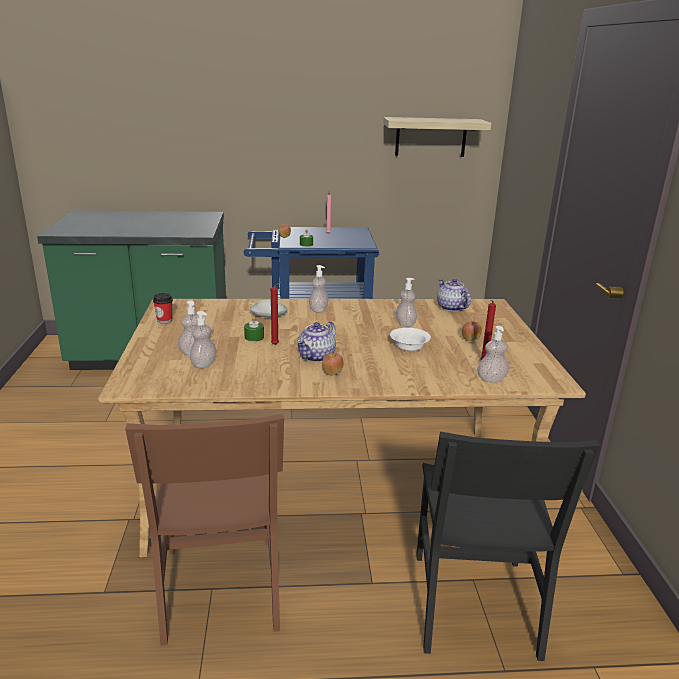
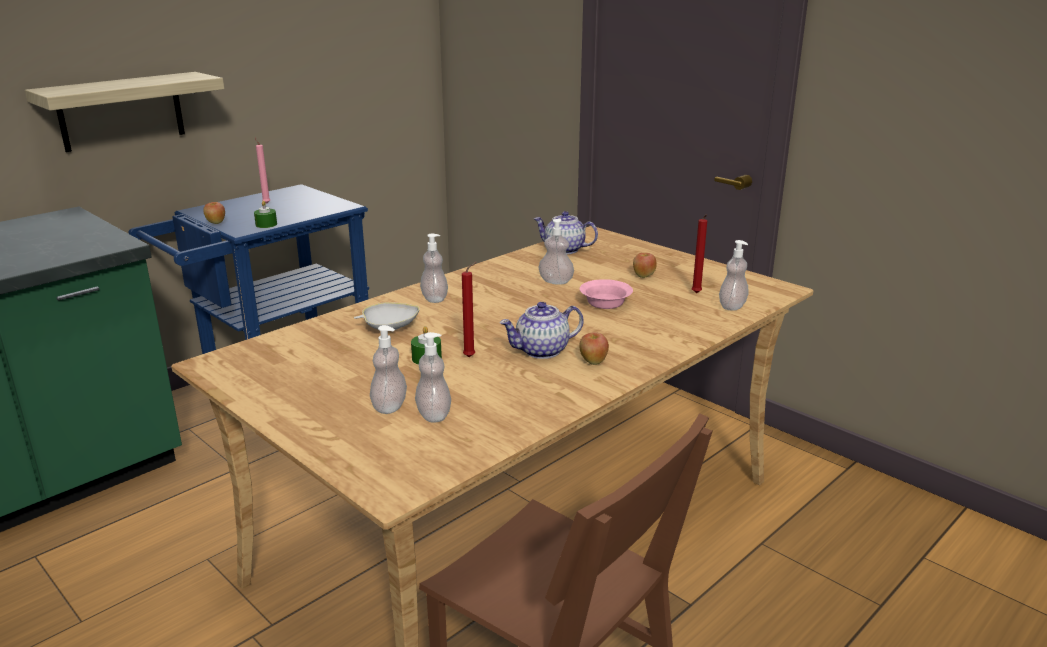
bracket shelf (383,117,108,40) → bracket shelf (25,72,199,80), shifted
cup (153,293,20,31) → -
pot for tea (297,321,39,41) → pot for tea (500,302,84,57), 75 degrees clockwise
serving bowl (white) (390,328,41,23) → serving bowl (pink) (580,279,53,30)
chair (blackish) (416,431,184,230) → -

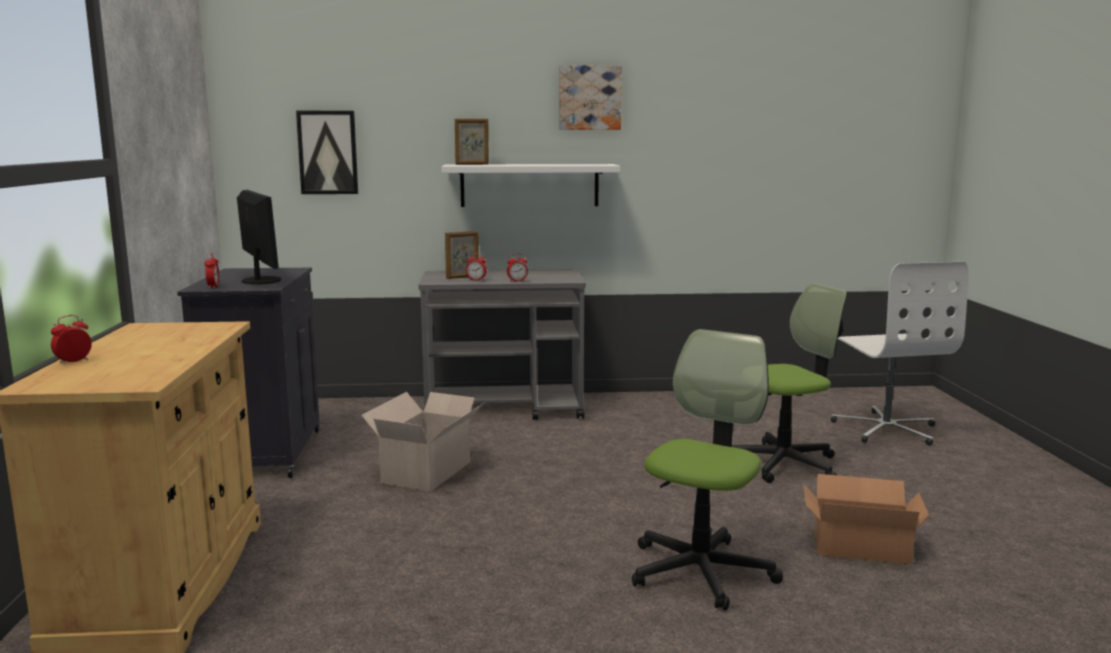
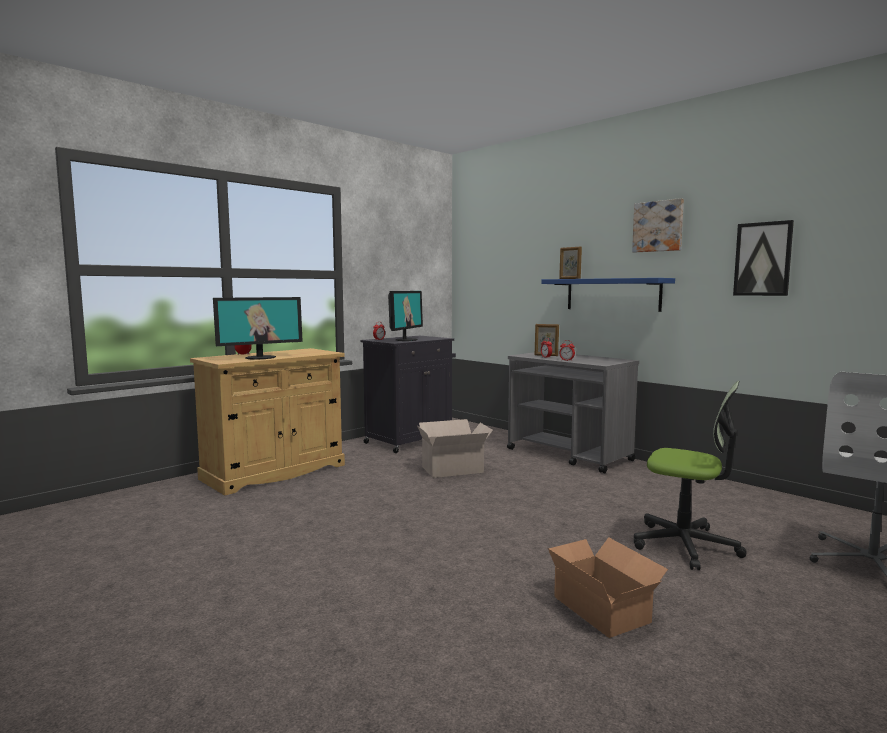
wall art (296,111,62,83) → wall art (733,220,61,76), shifted
bracket shelf (white) (441,164,179,43) → bracket shelf (blue) (541,278,134,34)
computer chair (632,329,151,282) → -
- → computer screen (213,297,90,63)

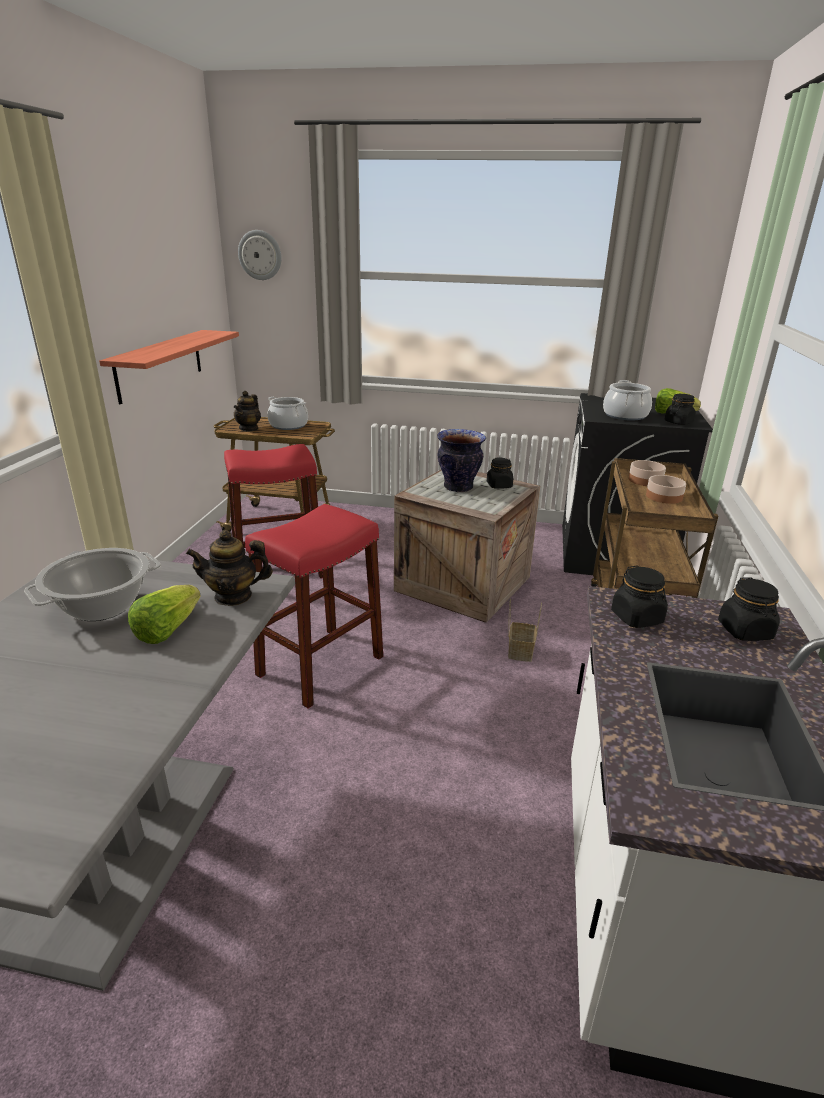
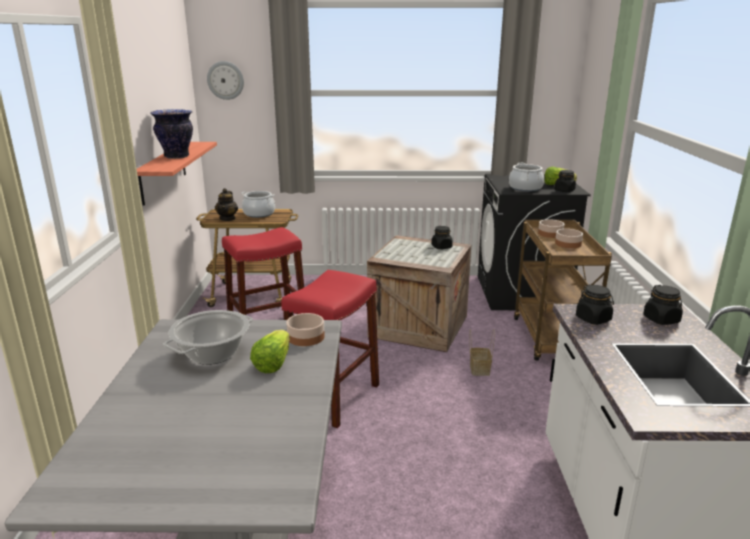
flower vase (437,429,49,63) → flower vase (150,109,43,50), shifted
pot for tea (186,530,87,76) → serving bowl (286,313,39,33)

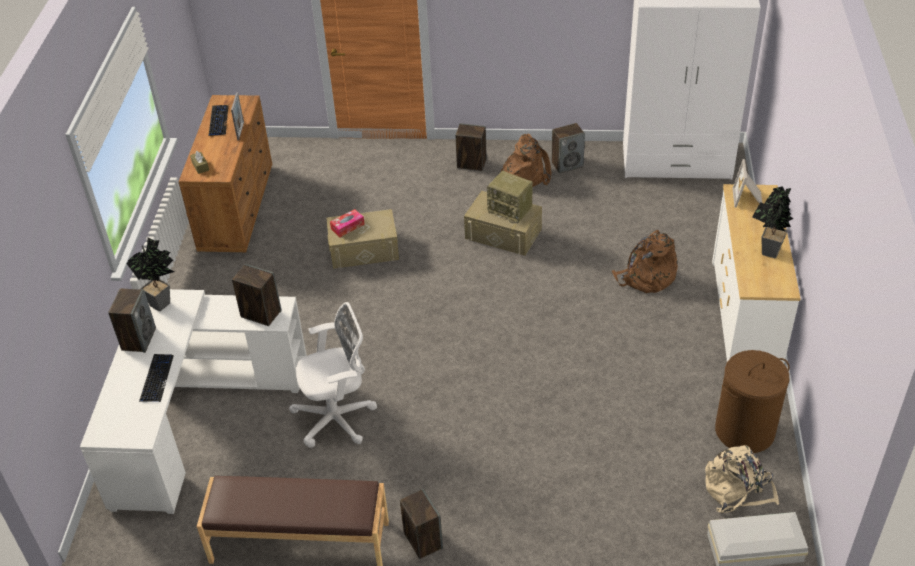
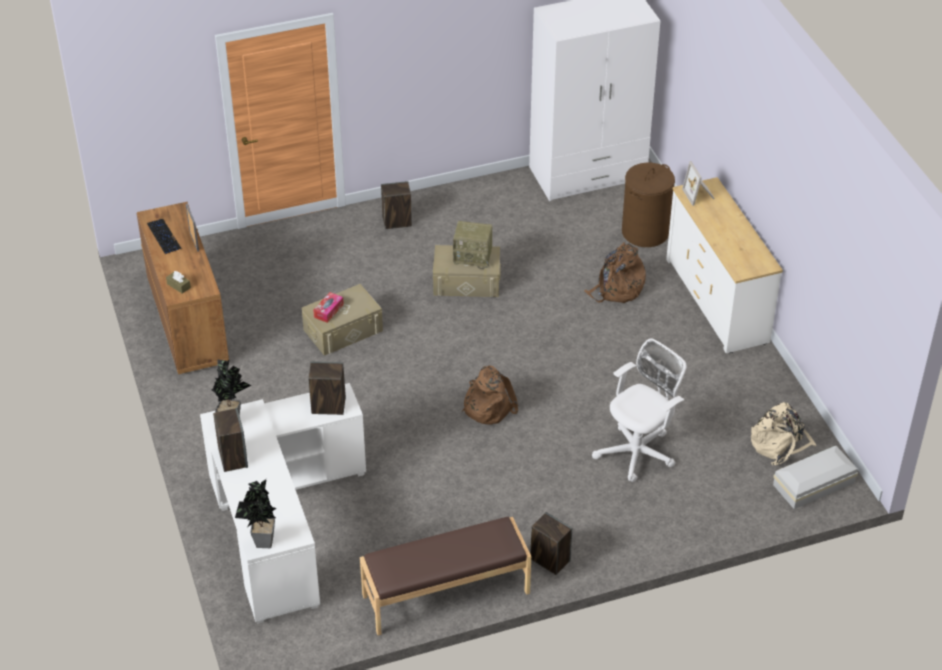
audio speaker (552,123,33,51) → -
knapsack (brown) (500,134,51,53) → knapsack (brown) (462,366,56,58), shifted
houseplant (752,186,41,72) → houseplant (235,479,41,69), shifted
computer chair (white) (289,302,88,146) → computer chair (white) (592,339,95,143), shifted
hamper (brown) (715,350,75,103) → hamper (brown) (622,163,53,84), shifted
keyboard (139,354,35,48) → -

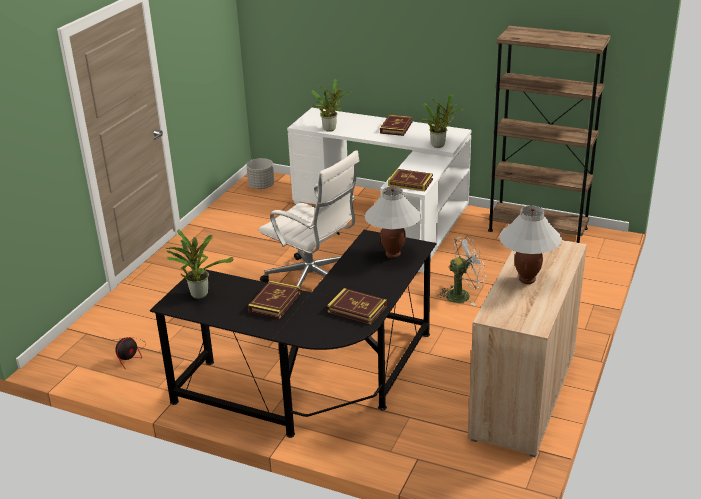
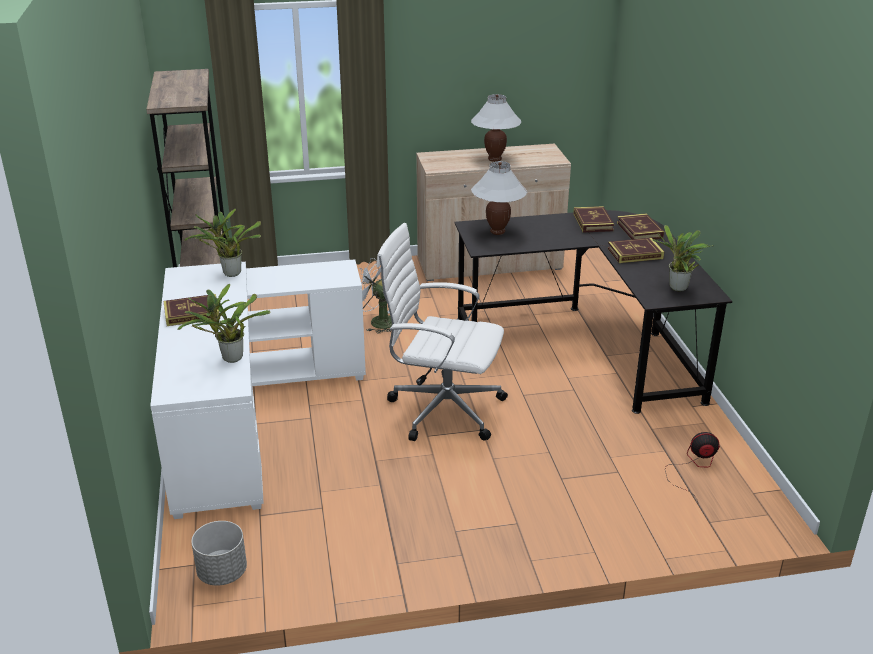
computer chair (white) (259,150,100,137) → computer chair (white) (377,223,131,218), 75 degrees counterclockwise
bound book (388,169,45,22) → bound book (617,213,47,27), shifted

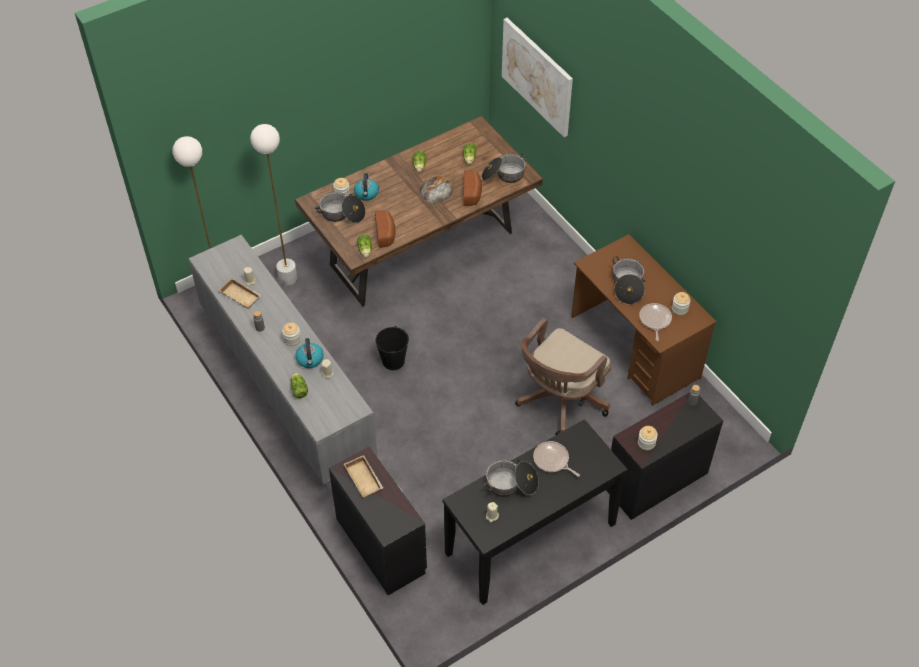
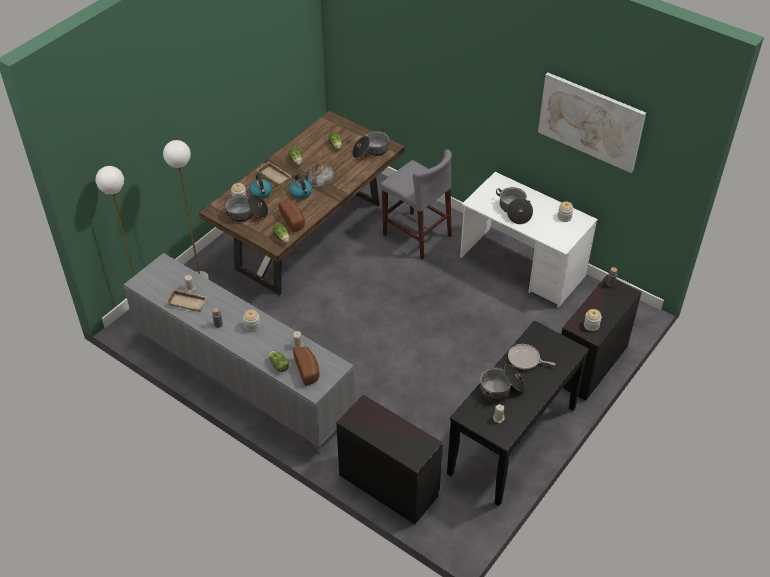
wall art (502,18,71,119) → wall art (538,73,108,100), shifted
bakery bread (463,170,19,36) → bakery bread (293,346,26,40), shifted
desk table (brown) (571,234,146,172) → desk table (white) (460,172,138,136)
frying pan (639,303,33,38) → -
computer chair (brown) (515,318,97,117) → -
pail (blackish) (375,326,34,44) → -
kettle (295,338,29,30) → kettle (289,174,23,25), shifted
tray (beige) (344,455,39,43) → tray (beige) (257,162,35,24), shifted
- → sitting stool (grey) (380,149,72,111)

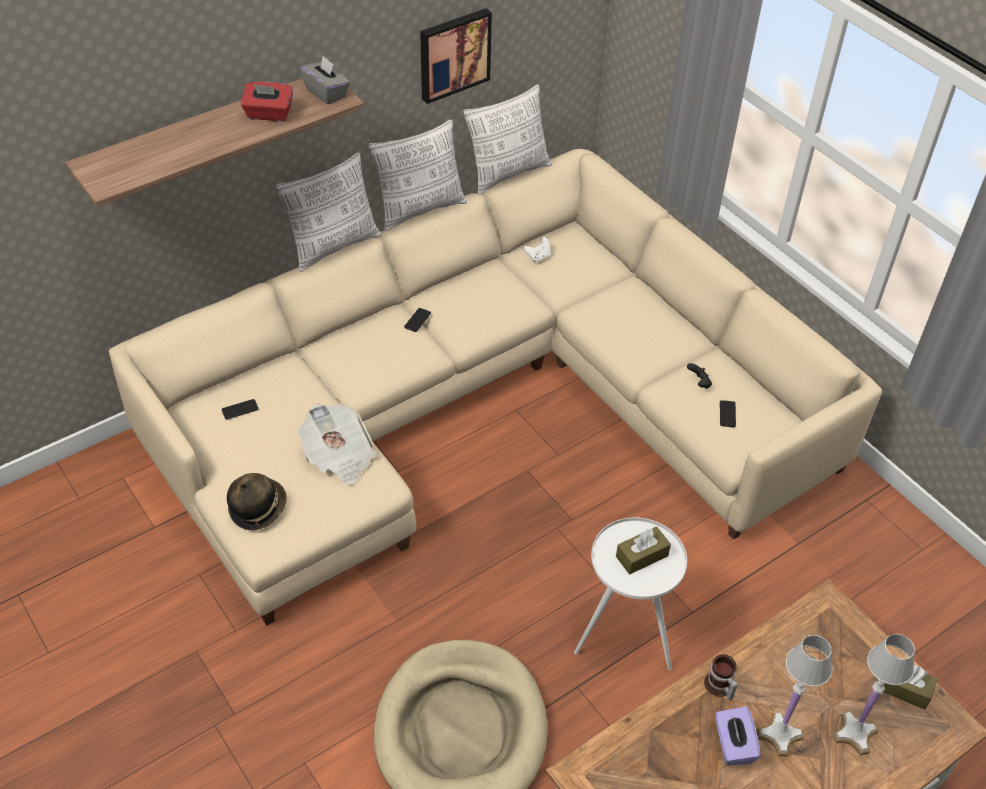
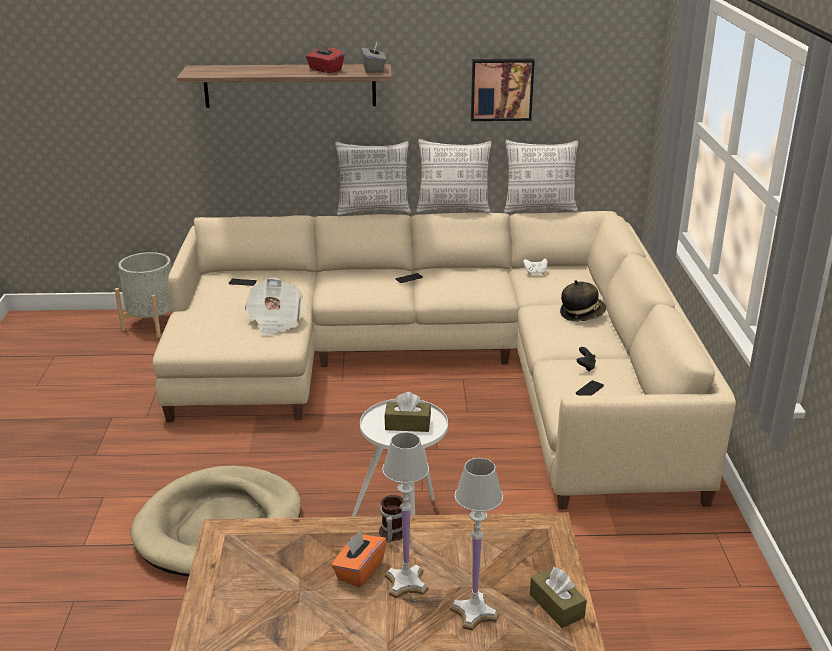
clothing hat (227,473,60,58) → clothing hat (560,280,46,42), shifted
tissue box (purple) (715,706,45,59) → tissue box (orange) (331,530,56,57)
- → planter (grey) (115,252,57,86)

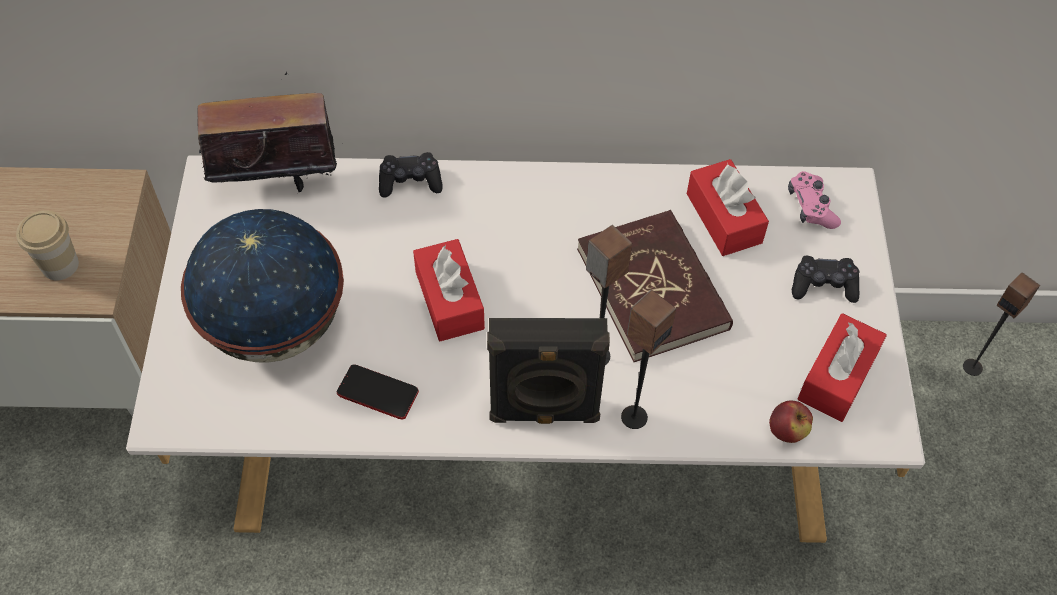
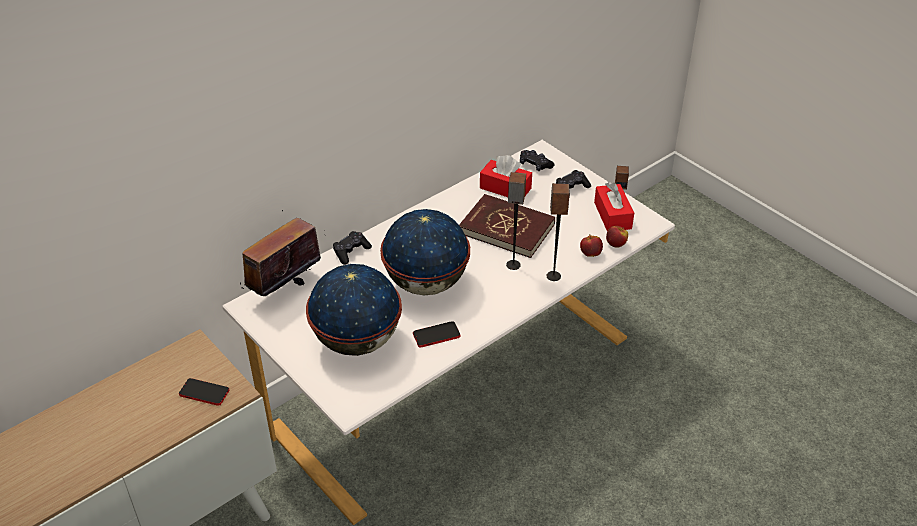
joypad (pink) (788,171,53,58) → joypad (blackish) (520,150,34,21)
cup (16,210,63,71) → phone (179,378,51,28)
tissue box (red-coloured) (413,239,72,102) → globe (380,209,90,86)
audio speaker (blackish) (487,318,123,106) → -
- → apple (580,234,23,23)

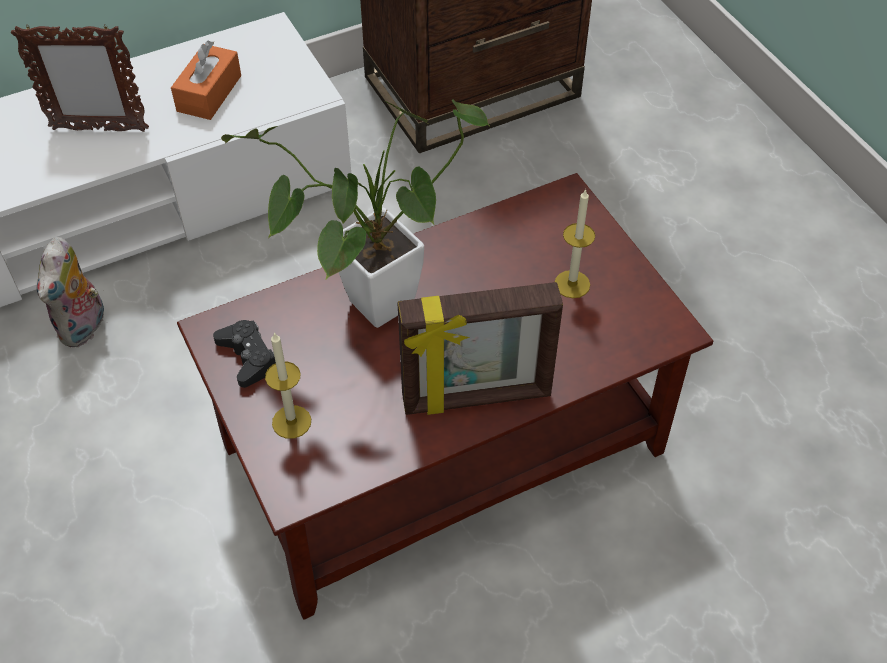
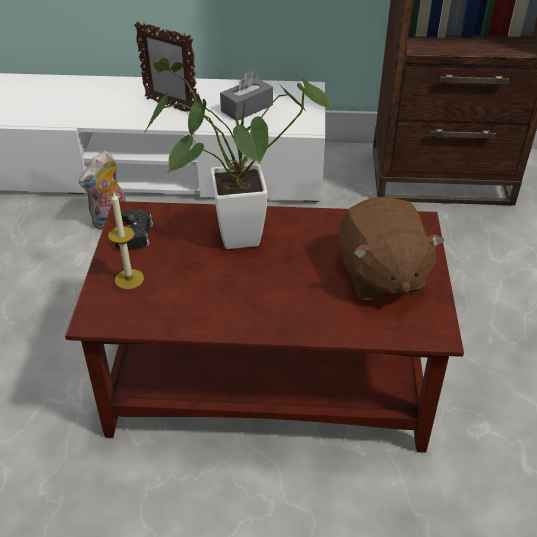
tissue box (orange) (171,40,70,80) → tissue box (grey) (220,71,53,49)
candle (555,189,40,109) → cuddly toy (brown) (339,197,105,103)
standing frame (397,282,166,133) → -

